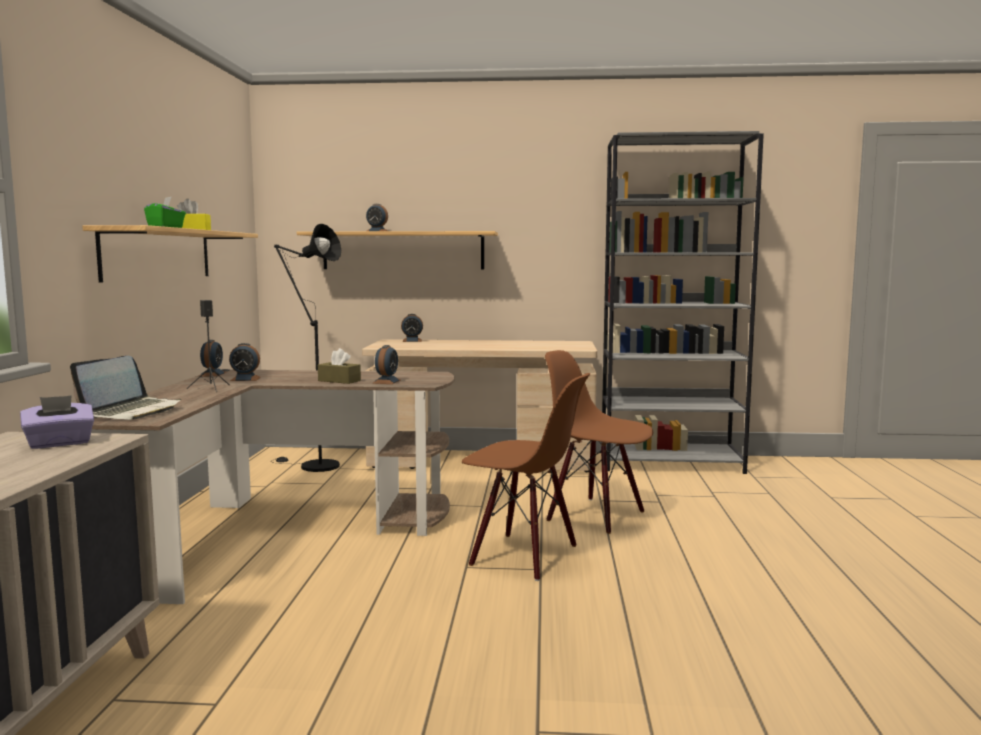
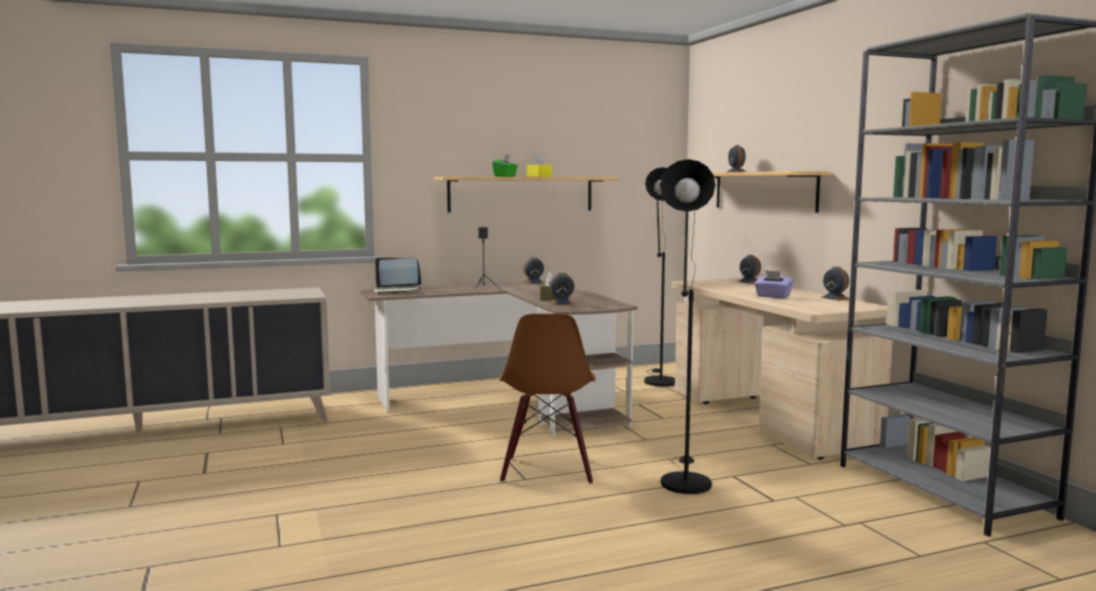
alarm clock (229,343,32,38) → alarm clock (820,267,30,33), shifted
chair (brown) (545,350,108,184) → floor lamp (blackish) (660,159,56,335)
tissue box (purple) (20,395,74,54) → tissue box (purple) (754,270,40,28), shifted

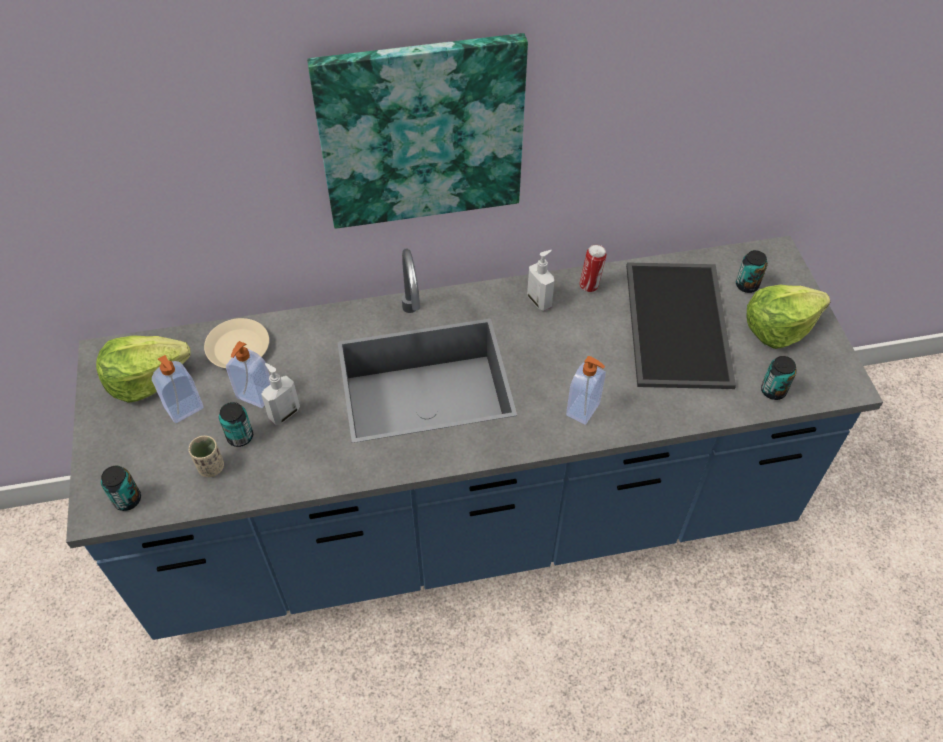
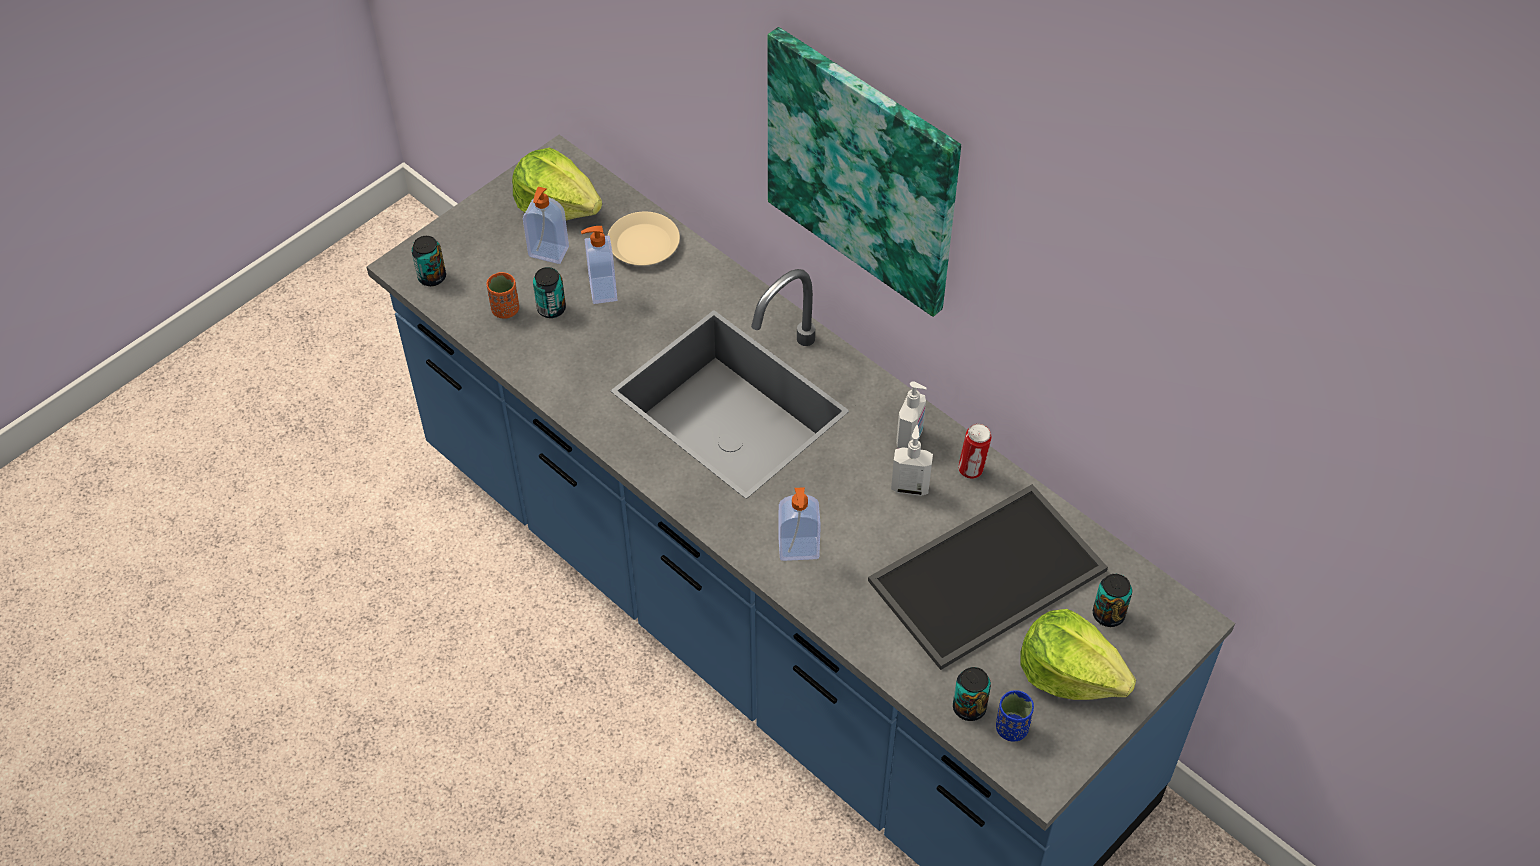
soap bottle (261,363,39,62) → soap bottle (891,425,42,71), shifted
cup (beige) (189,436,35,41) → cup (orange) (487,272,32,46)
- → cup (blue) (996,690,38,51)

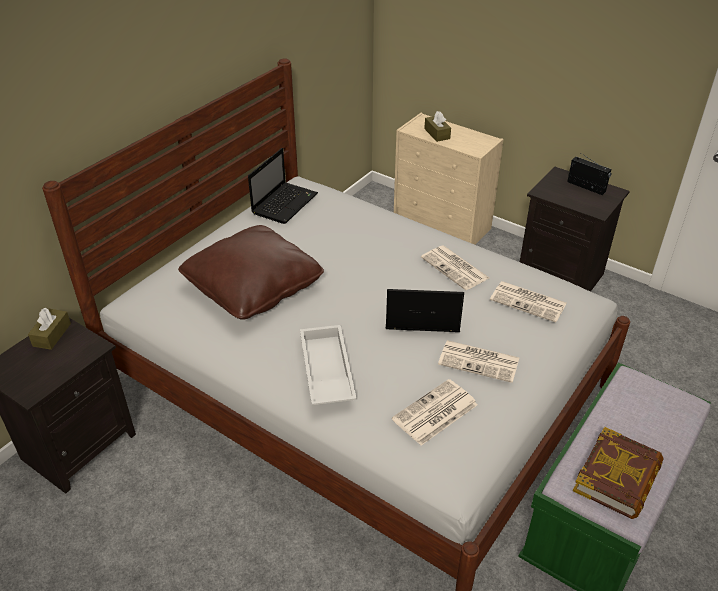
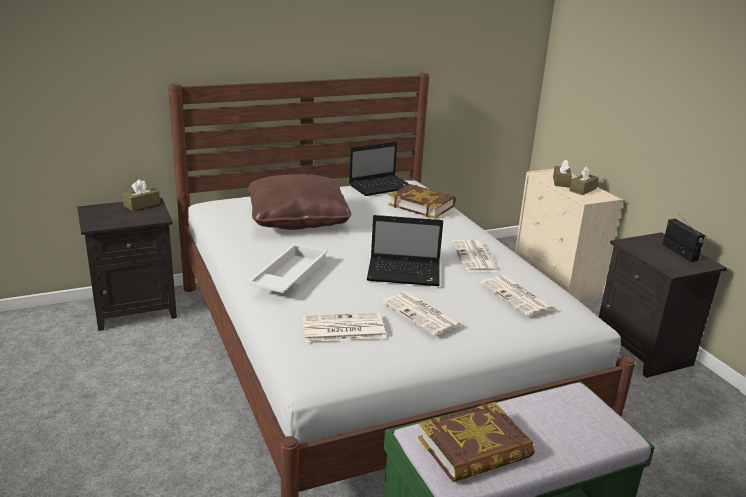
portable computer (386,289,78,43) → portable computer (367,215,76,71), 150 degrees clockwise
- → tissue box (brown) (569,166,30,29)
- → bound book (389,184,67,35)

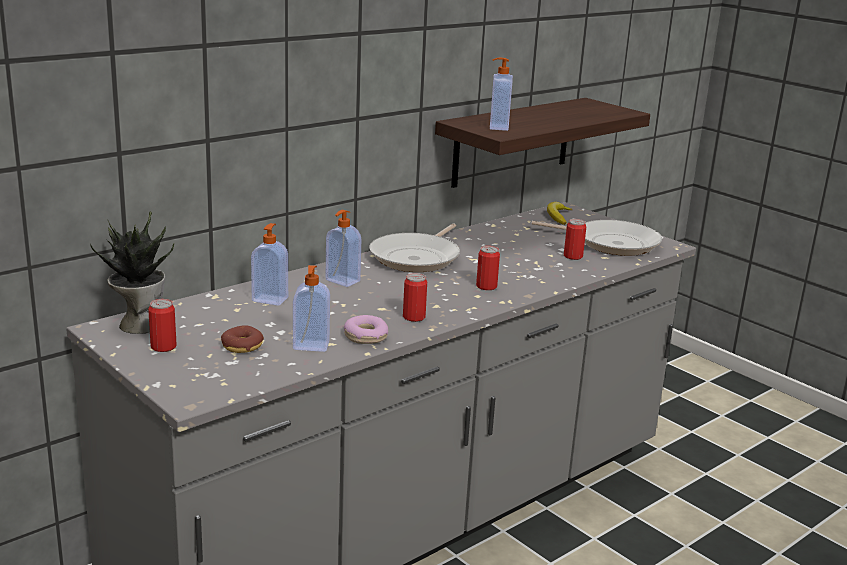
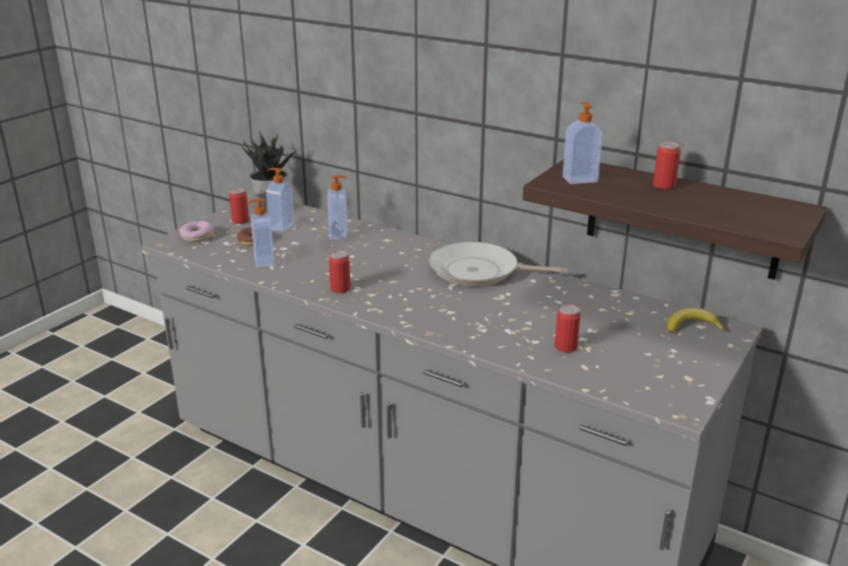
soap bottle (326,210,35,77) → soap bottle (266,168,29,64), shifted
frying pan (532,220,130,36) → -
metal can (476,246,24,44) → metal can (653,142,28,47), shifted
ring doughnut (344,315,44,29) → ring doughnut (180,221,34,21), shifted

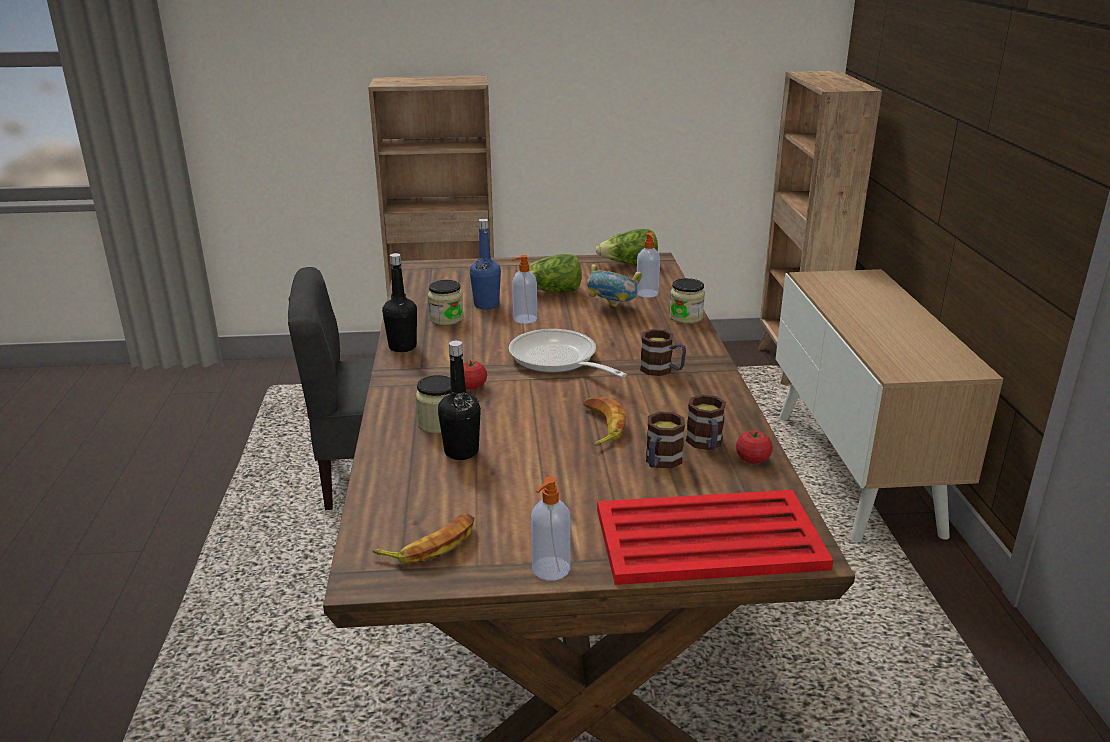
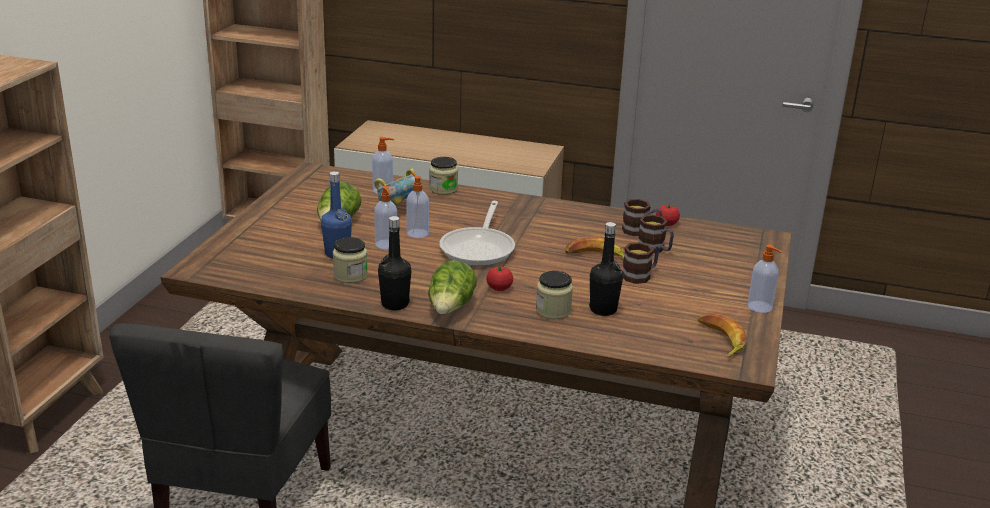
head of lettuce (596,229,62,35) → head of lettuce (428,260,49,54), shifted
frying pan (509,329,118,49) → frying pan (439,201,76,65), 60 degrees counterclockwise
tea mug (640,329,46,47) → tea mug (623,242,36,42), shifted
tray (red-coloured) (597,490,236,95) → -
- → soap bottle (406,173,23,65)

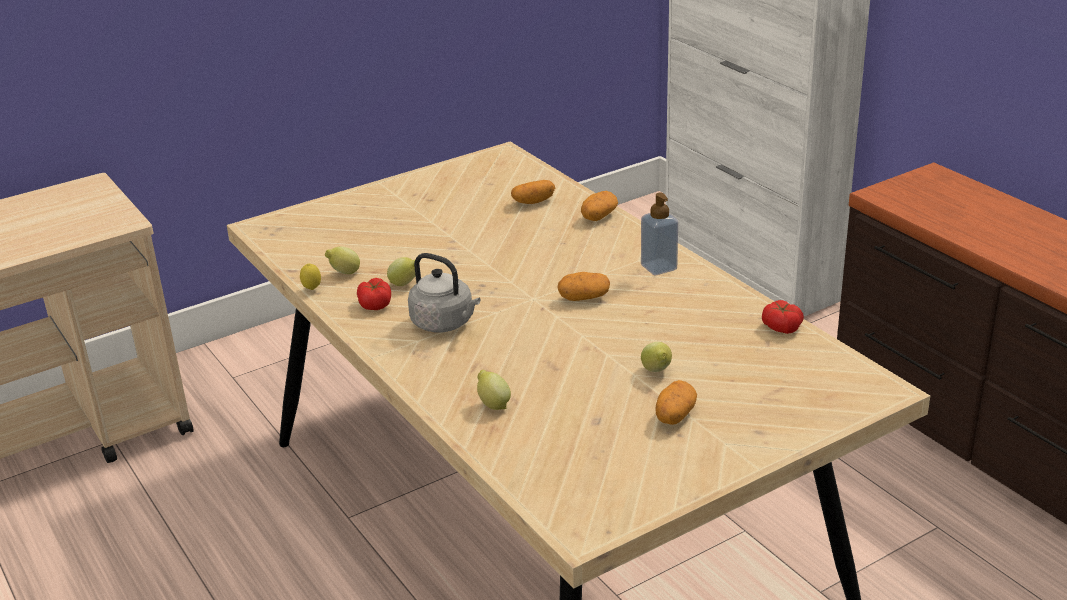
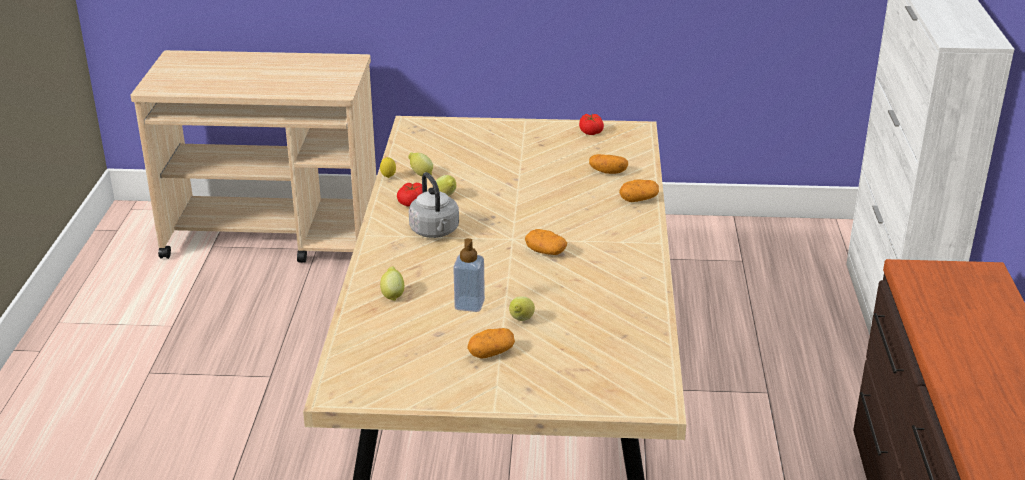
soap bottle (641,193,37,82) → soap bottle (453,238,32,74), shifted
whole tomato (762,300,42,34) → whole tomato (579,114,25,21), shifted

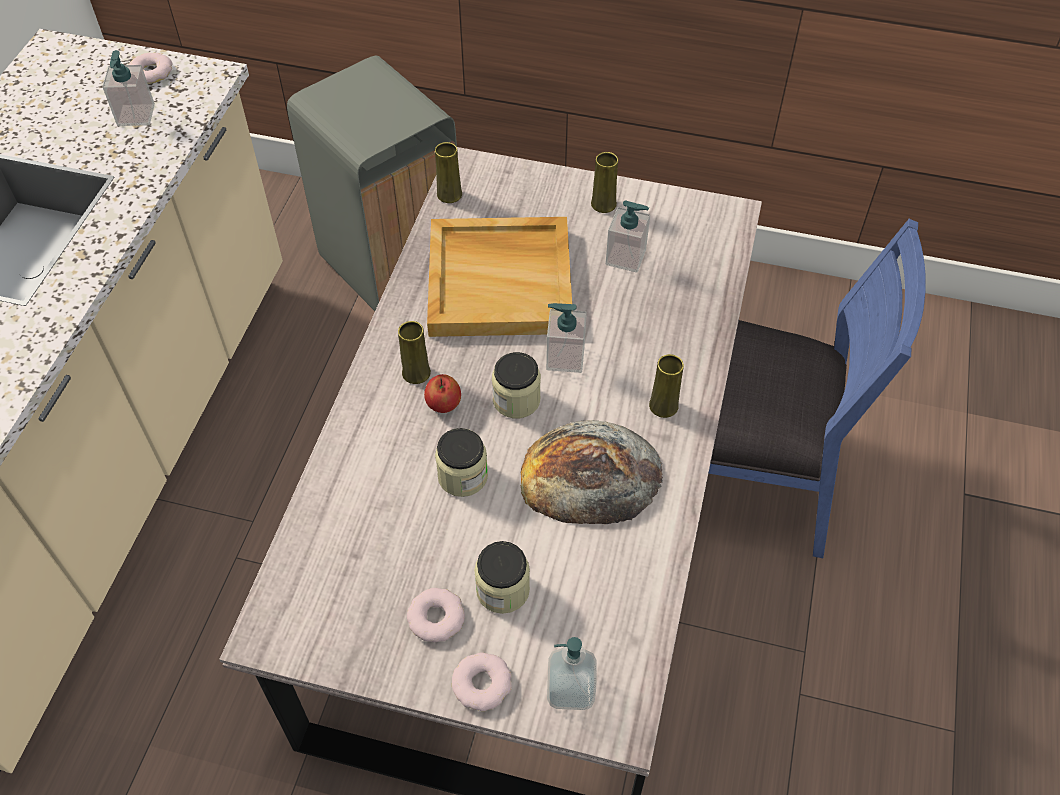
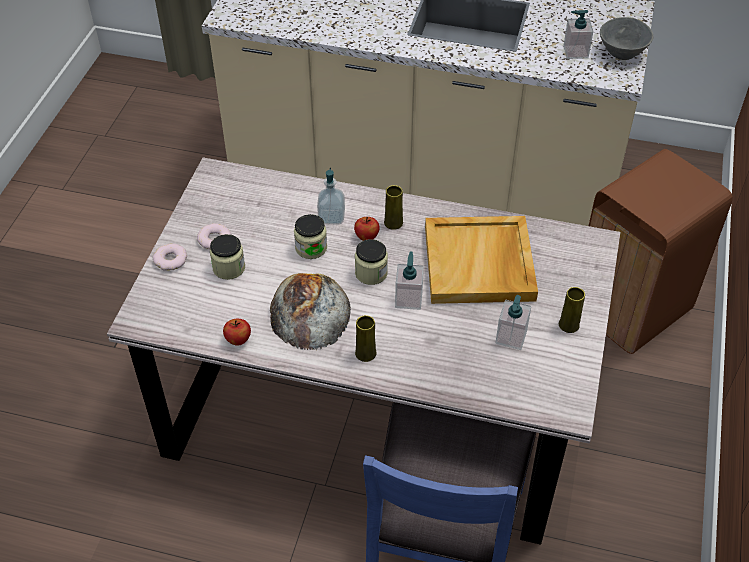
ring doughnut (129,53,43,31) → serving bowl (grey) (600,17,53,43)
waste bin (grey) (287,56,170,255) → waste bin (brown) (589,149,144,205)
flower vase (yellow-coloured) (435,142,27,61) → -
soap bottle (547,637,50,73) → soap bottle (317,168,28,57), shifted
- → apple (223,319,28,27)

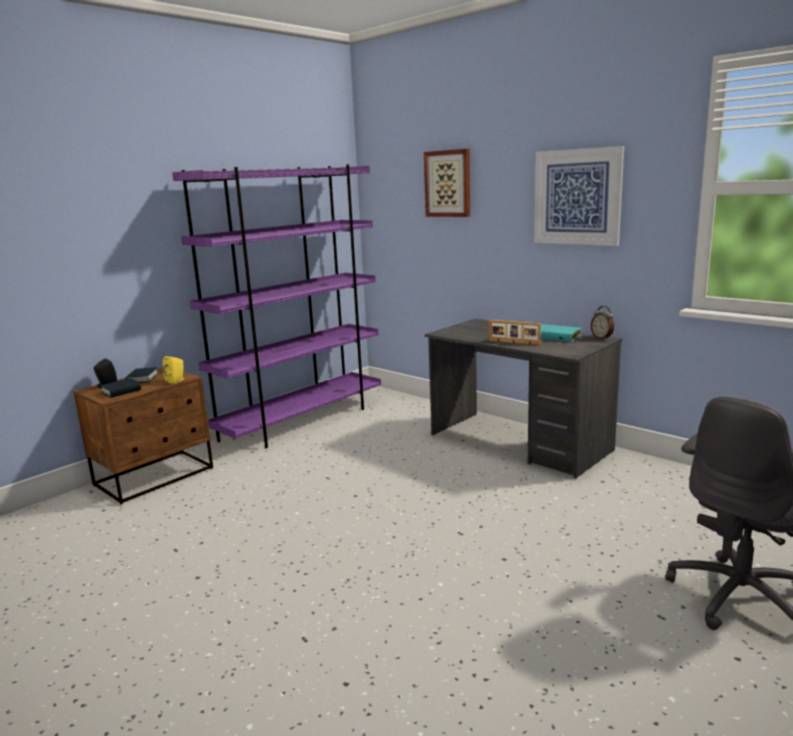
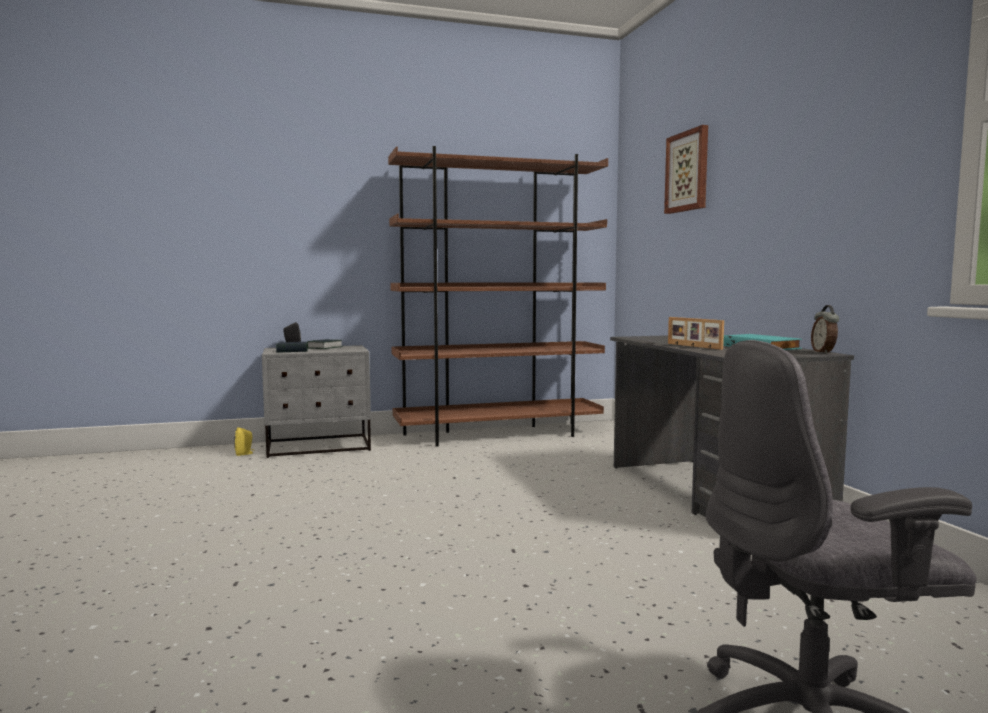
wall art (534,146,91,100) → -
bookcase (purple) (172,164,209,284) → bookcase (brown) (388,146,220,301)
audio speaker (yellow-coloured) (163,356,21,28) → audio speaker (yellow-coloured) (234,427,21,29), shifted
nightstand (brown) (73,368,140,136) → nightstand (grey) (262,345,109,113)

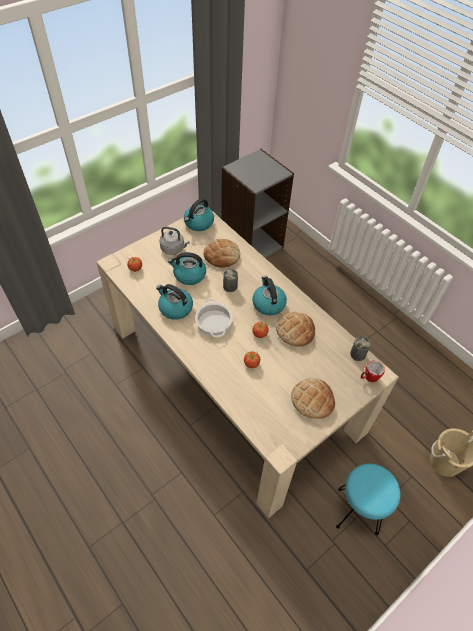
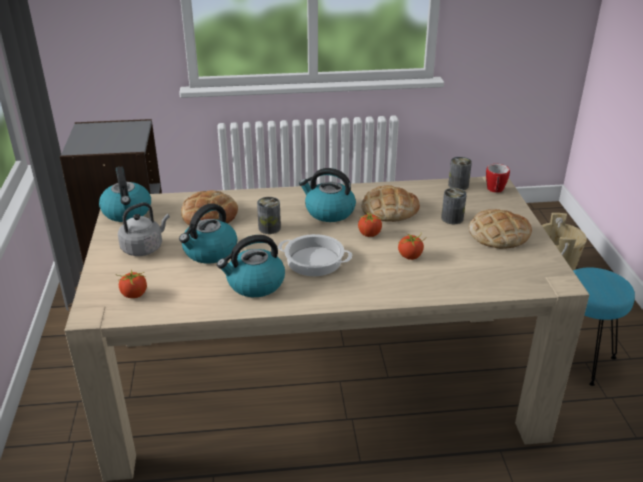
- → metal can (441,188,26,36)

